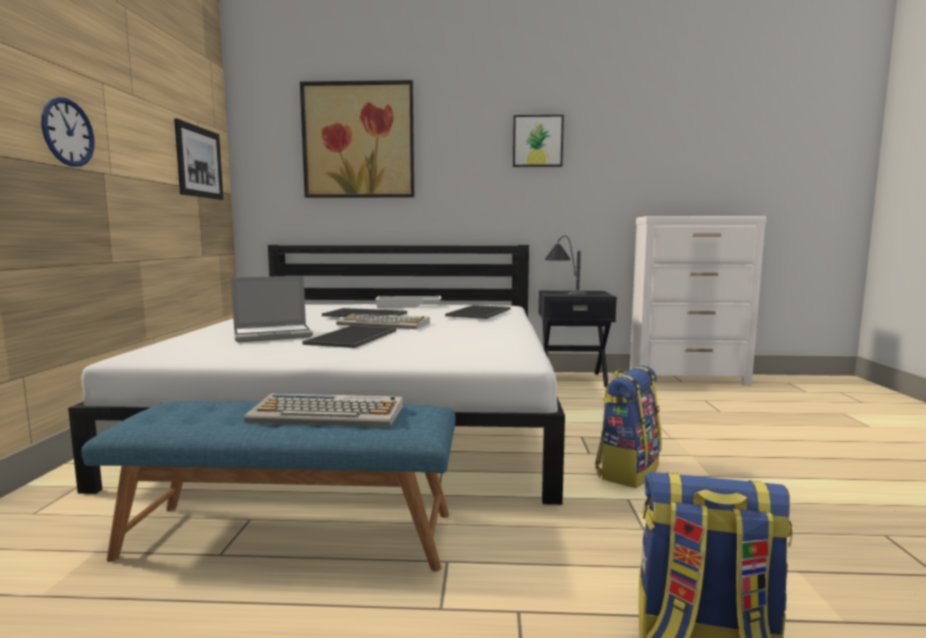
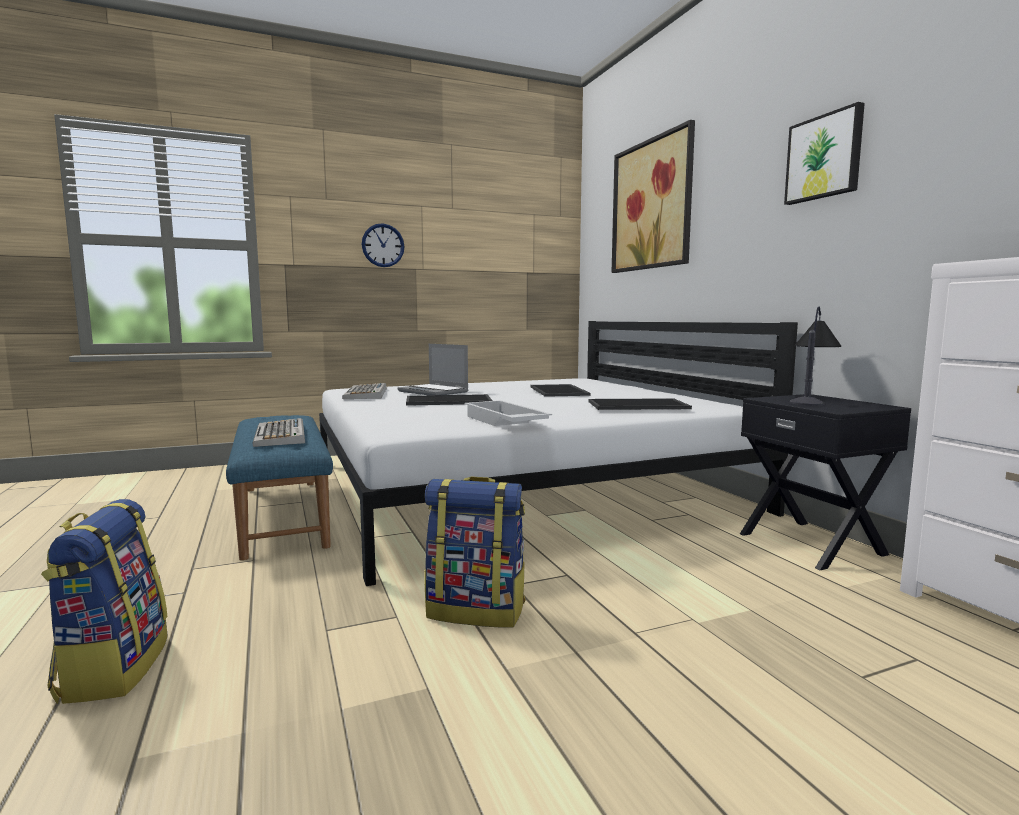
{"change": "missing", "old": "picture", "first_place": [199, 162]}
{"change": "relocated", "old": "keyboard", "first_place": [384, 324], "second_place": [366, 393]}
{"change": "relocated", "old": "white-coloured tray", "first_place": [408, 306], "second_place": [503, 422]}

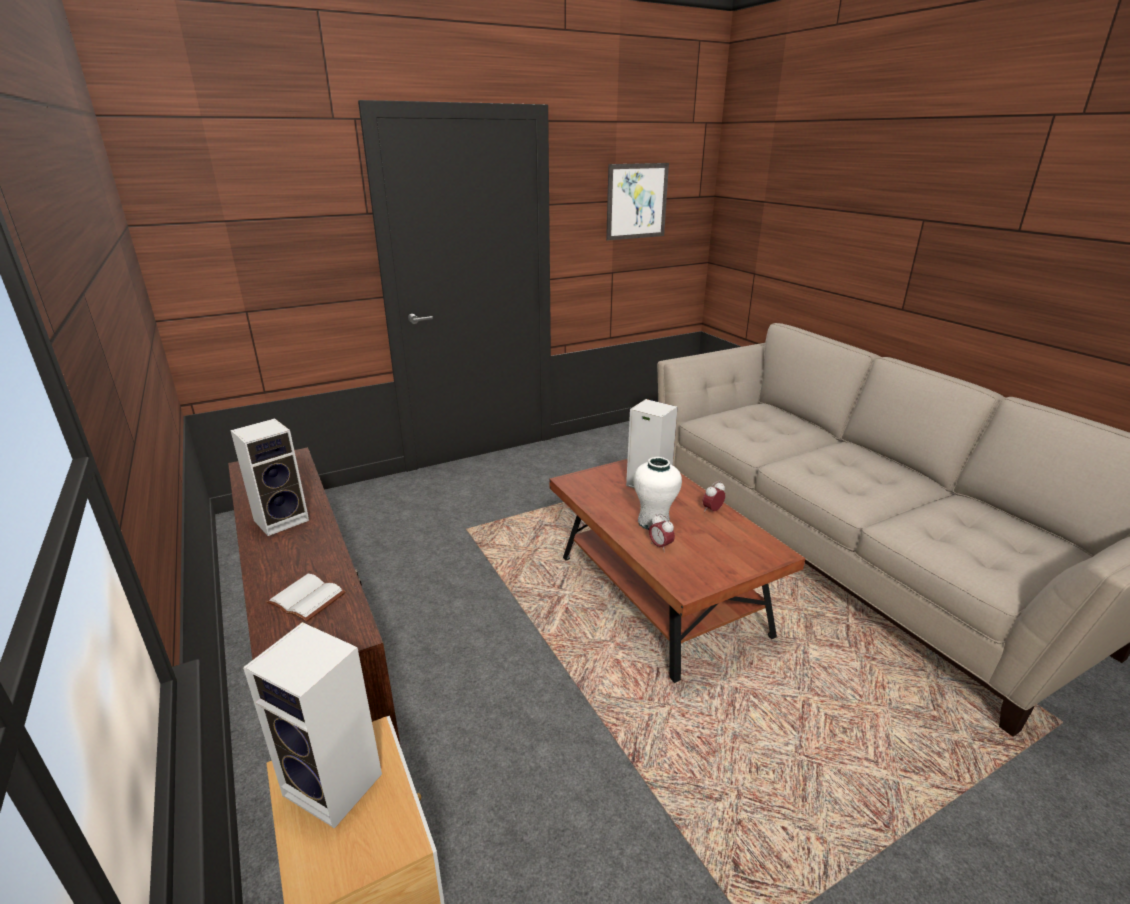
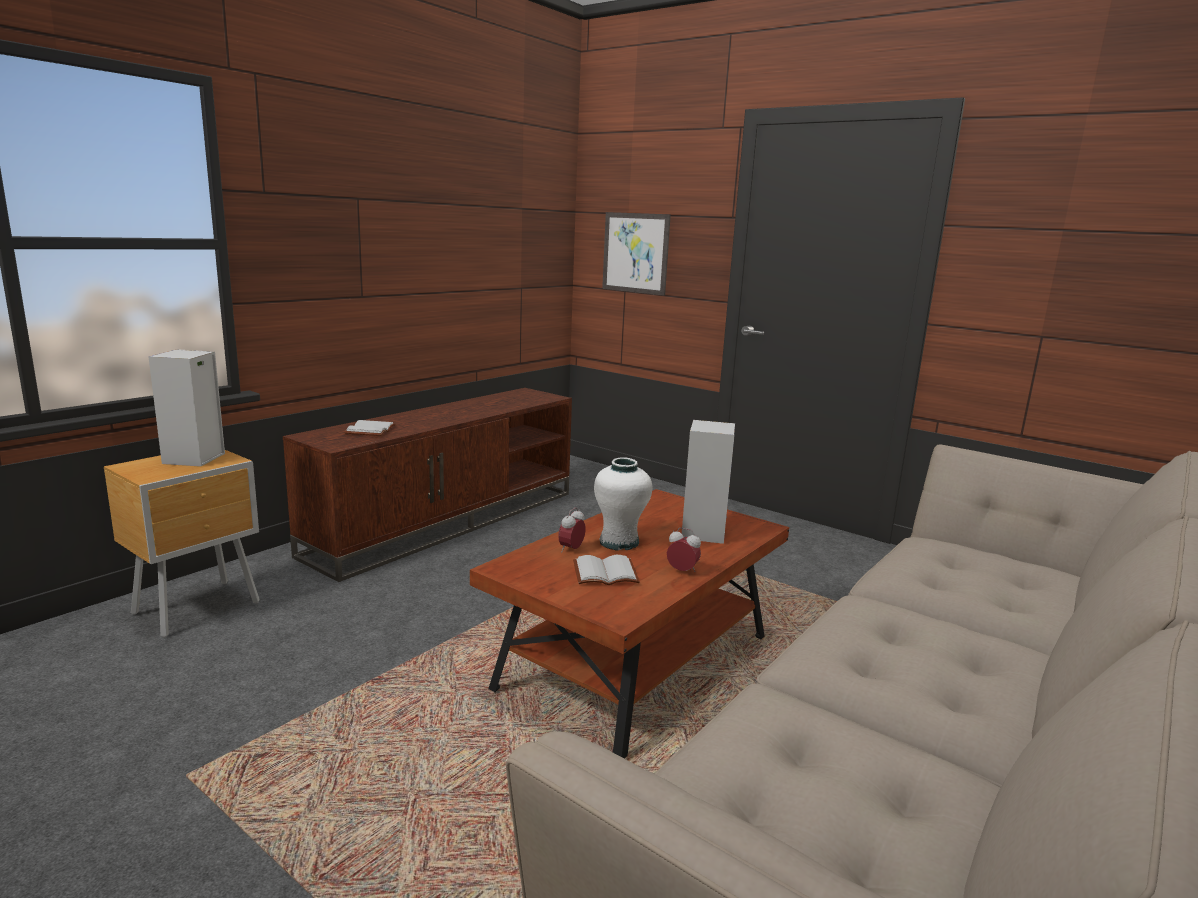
{"change": "missing", "old": "audio speaker", "first_place": [283, 519]}
{"change": "appeared", "new": "white-coloured volume", "second_place": [606, 572]}
{"change": "relocated", "old": "picture", "first_place": [637, 201], "second_place": [635, 253]}

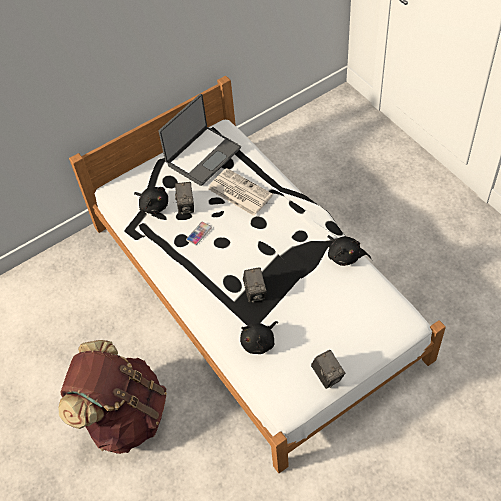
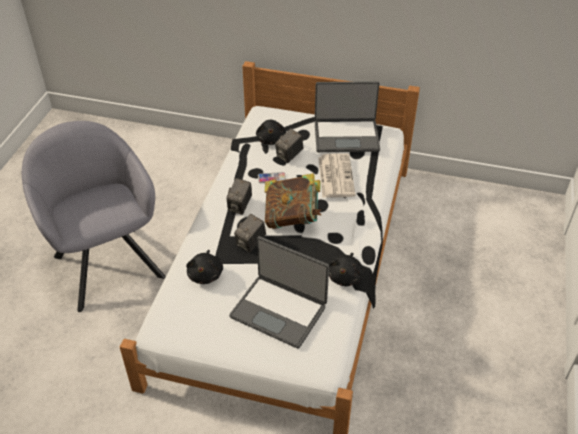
{"change": "appeared", "new": "portable computer", "second_place": [279, 310]}
{"change": "appeared", "new": "volume", "second_place": [292, 218]}
{"change": "relocated", "old": "photo camera", "first_place": [327, 375], "second_place": [240, 206]}
{"change": "exchanged", "old": "brownish backpack", "new": "greyish armchair", "first_place": [124, 415], "second_place": [107, 261]}
{"change": "spun", "old": "blackish soft toy", "first_place": [259, 342], "second_place": [206, 274], "degrees": -90}

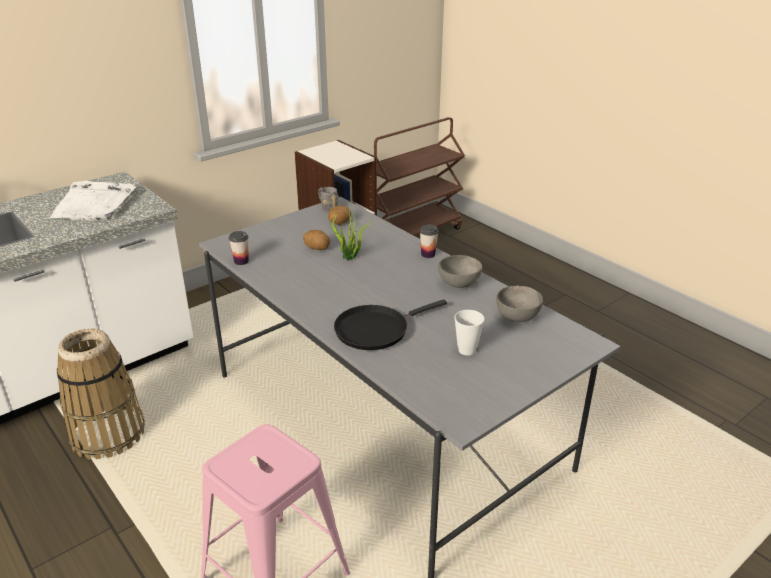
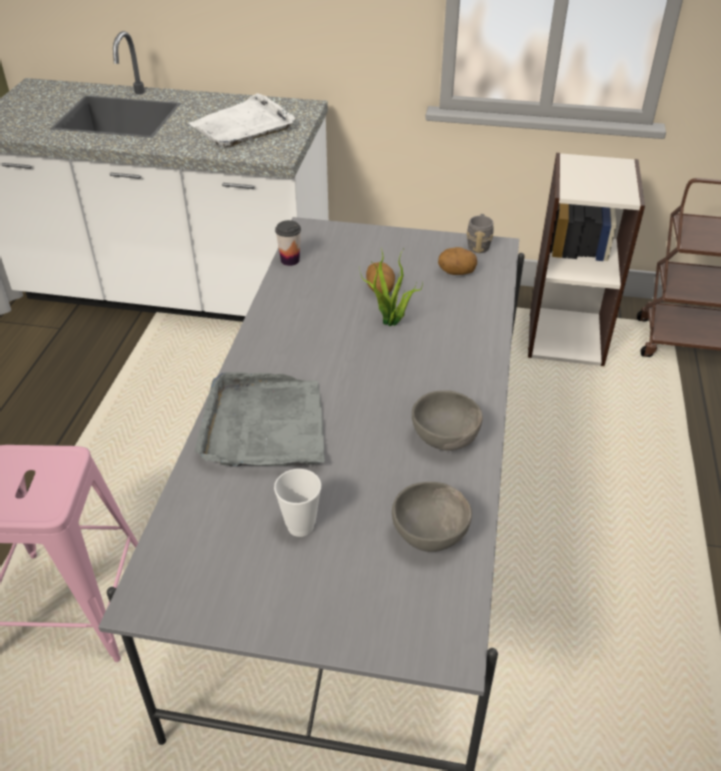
{"change": "missing", "old": "household basket", "first_place": [108, 434]}
{"change": "missing", "old": "small cup", "first_place": [428, 254]}
{"change": "exchanged", "old": "blackish pan", "new": "greyish tray", "first_place": [375, 330], "second_place": [264, 426]}

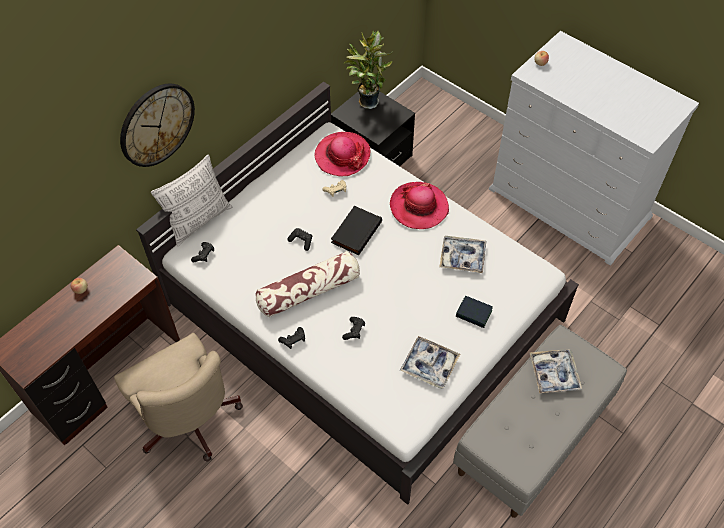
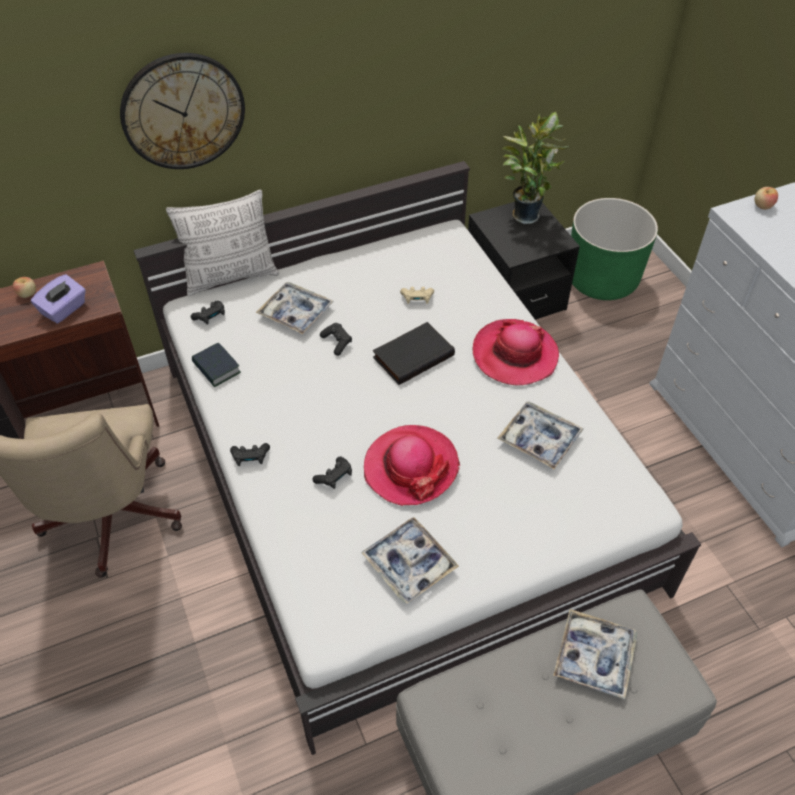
{"change": "missing", "old": "throw pillow", "first_place": [309, 291]}
{"change": "appeared", "new": "purplish tissue box", "second_place": [64, 309]}
{"change": "appeared", "new": "tray", "second_place": [295, 313]}
{"change": "appeared", "new": "green planter", "second_place": [602, 279]}
{"change": "relocated", "old": "wearable hat", "first_place": [342, 155], "second_place": [410, 467]}
{"change": "relocated", "old": "volume", "first_place": [473, 314], "second_place": [216, 368]}

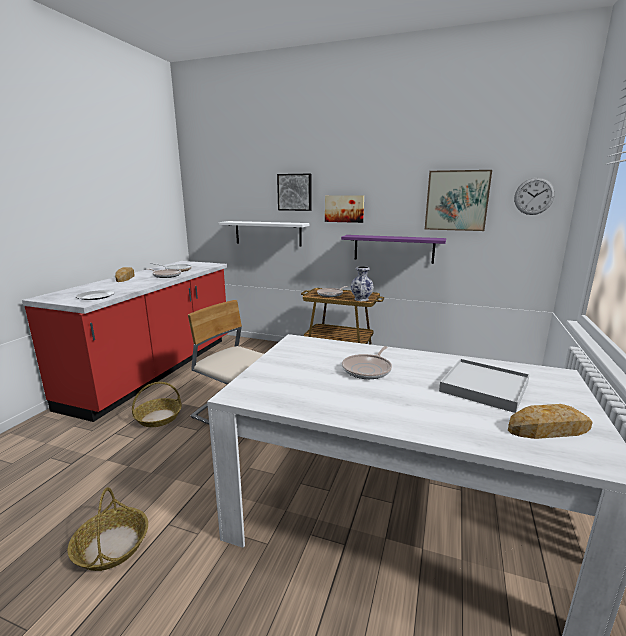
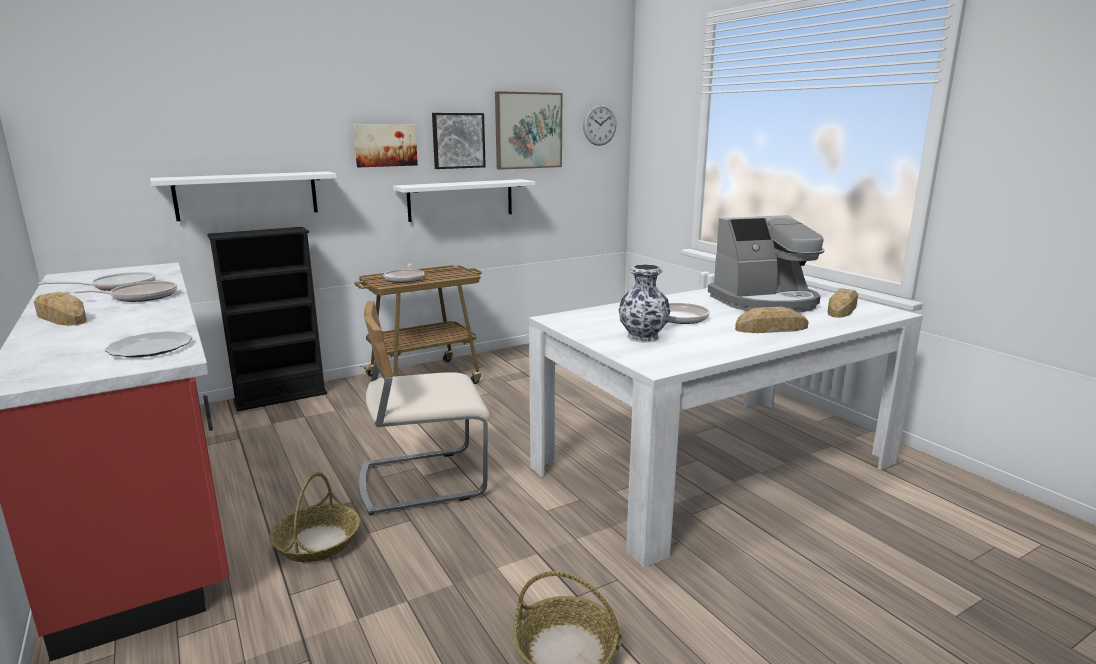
{"change": "appeared", "new": "blackish bookcase", "second_place": [280, 397]}
{"change": "appeared", "new": "baked bread", "second_place": [771, 328]}
{"change": "relocated", "old": "picture", "first_place": [295, 192], "second_place": [458, 140]}
{"change": "relocated", "old": "vase", "first_place": [361, 299], "second_place": [643, 338]}
{"change": "exchanged", "old": "white-coloured tray", "new": "coffee maker", "first_place": [484, 387], "second_place": [765, 301]}
{"change": "colour", "old": "purplish wall shelf", "new": "white-coloured wall shelf", "first_place": [393, 248], "second_place": [461, 200]}

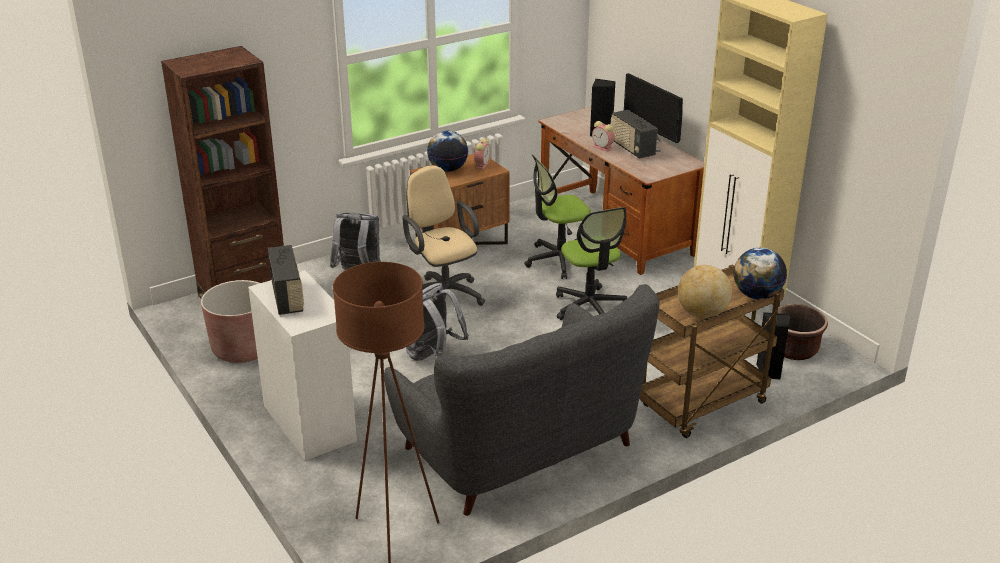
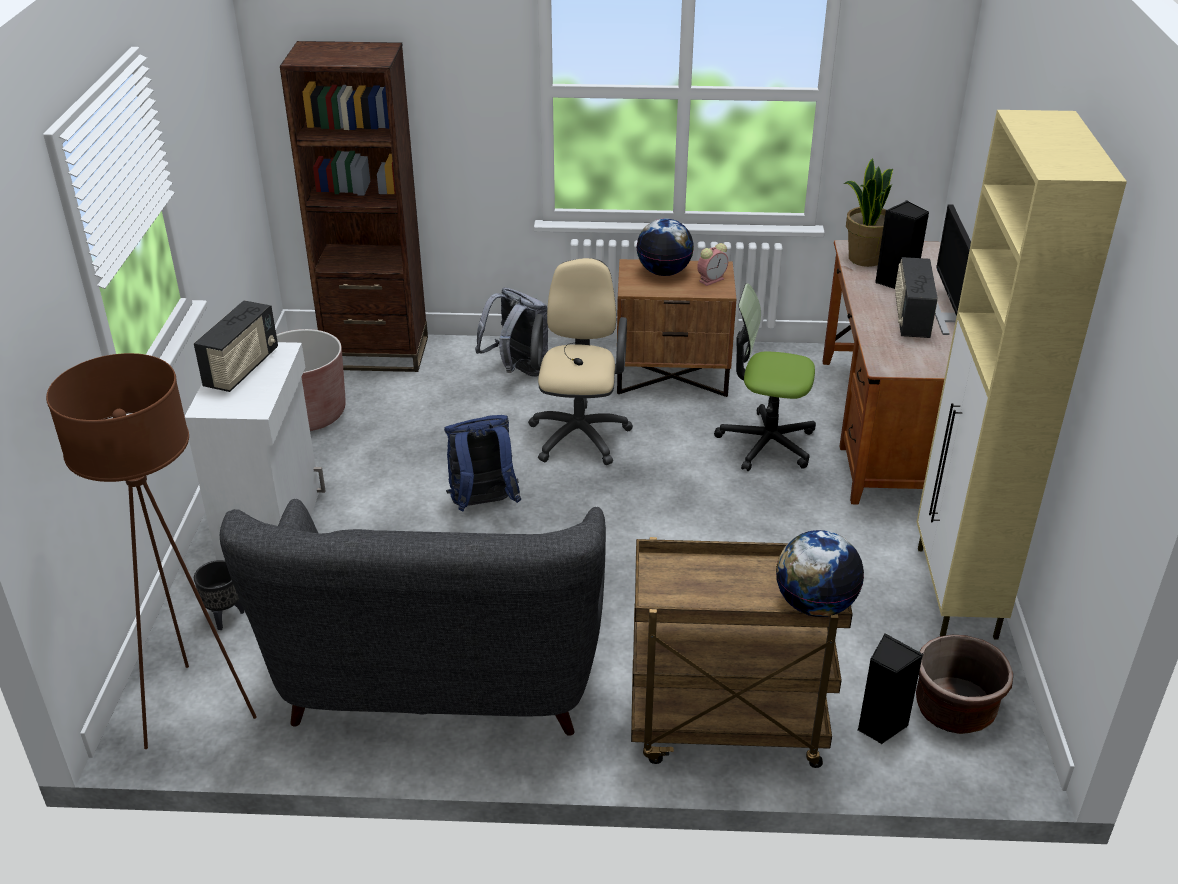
{"change": "missing", "old": "desk chair", "first_place": [590, 307]}
{"change": "missing", "old": "table clock", "first_place": [603, 148]}
{"change": "missing", "old": "desk globe", "first_place": [702, 314]}
{"change": "appeared", "new": "blackish planter", "second_place": [225, 616]}
{"change": "appeared", "new": "plant in a pot", "second_place": [864, 258]}
{"change": "colour", "old": "greyish backpack", "new": "blue-coloured backpack", "first_place": [433, 355], "second_place": [483, 505]}

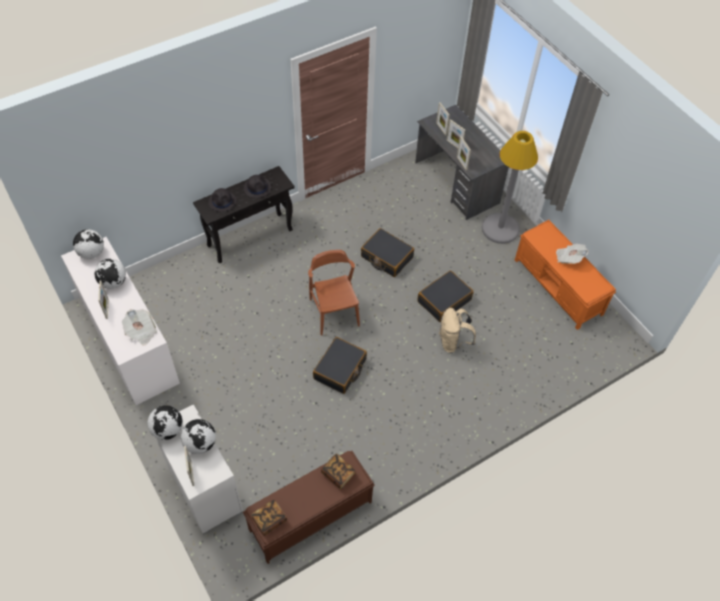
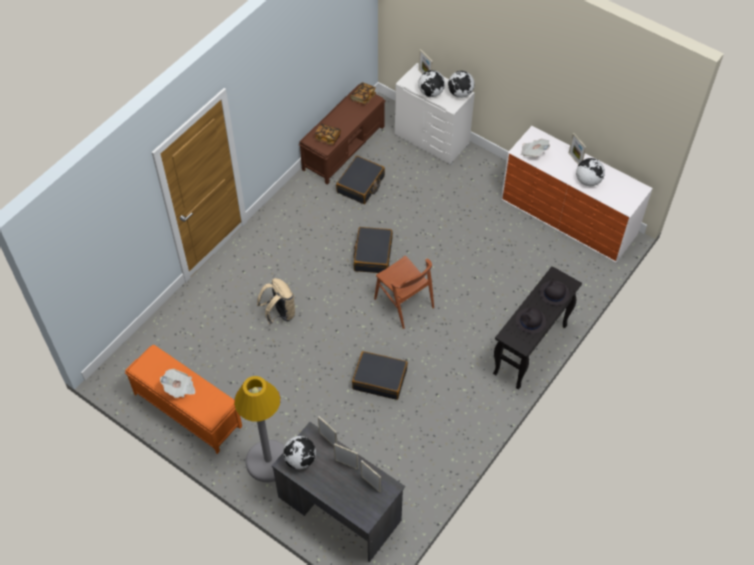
{"change": "relocated", "old": "desk globe", "first_place": [91, 253], "second_place": [300, 459]}
{"change": "relocated", "old": "blackish suitcase", "first_place": [444, 300], "second_place": [361, 185]}

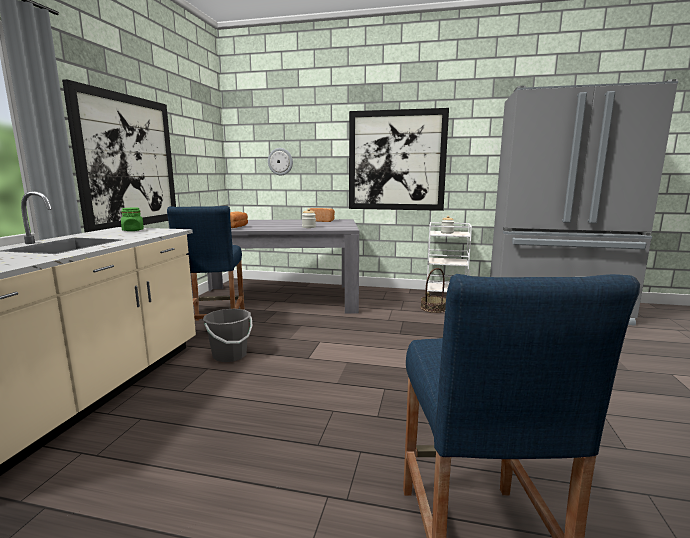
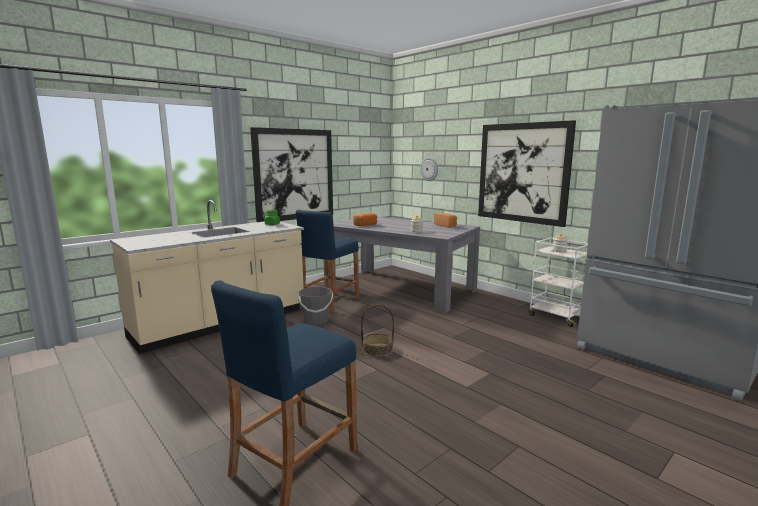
{"change": "relocated", "old": "household basket", "first_place": [434, 308], "second_place": [377, 349]}

